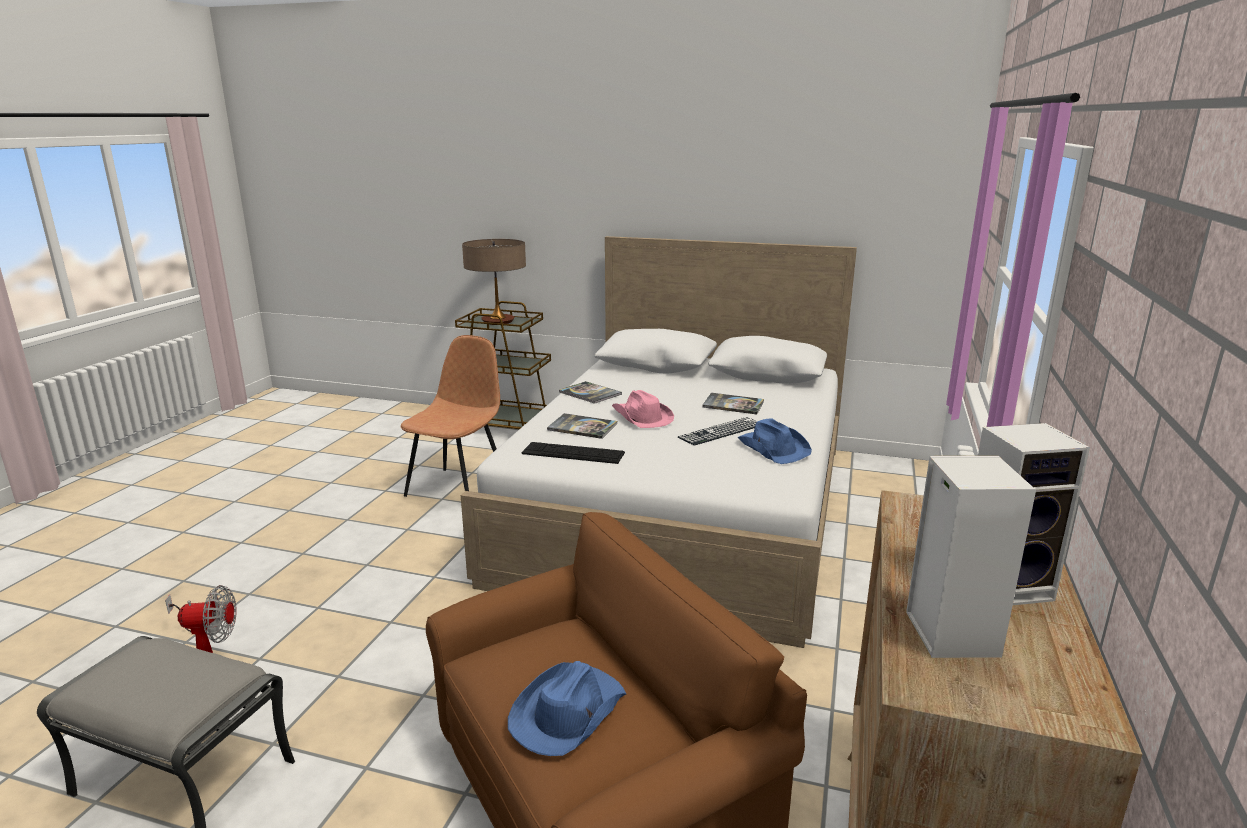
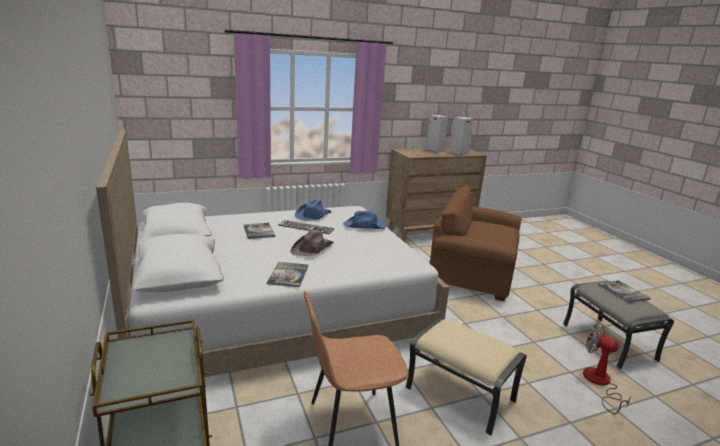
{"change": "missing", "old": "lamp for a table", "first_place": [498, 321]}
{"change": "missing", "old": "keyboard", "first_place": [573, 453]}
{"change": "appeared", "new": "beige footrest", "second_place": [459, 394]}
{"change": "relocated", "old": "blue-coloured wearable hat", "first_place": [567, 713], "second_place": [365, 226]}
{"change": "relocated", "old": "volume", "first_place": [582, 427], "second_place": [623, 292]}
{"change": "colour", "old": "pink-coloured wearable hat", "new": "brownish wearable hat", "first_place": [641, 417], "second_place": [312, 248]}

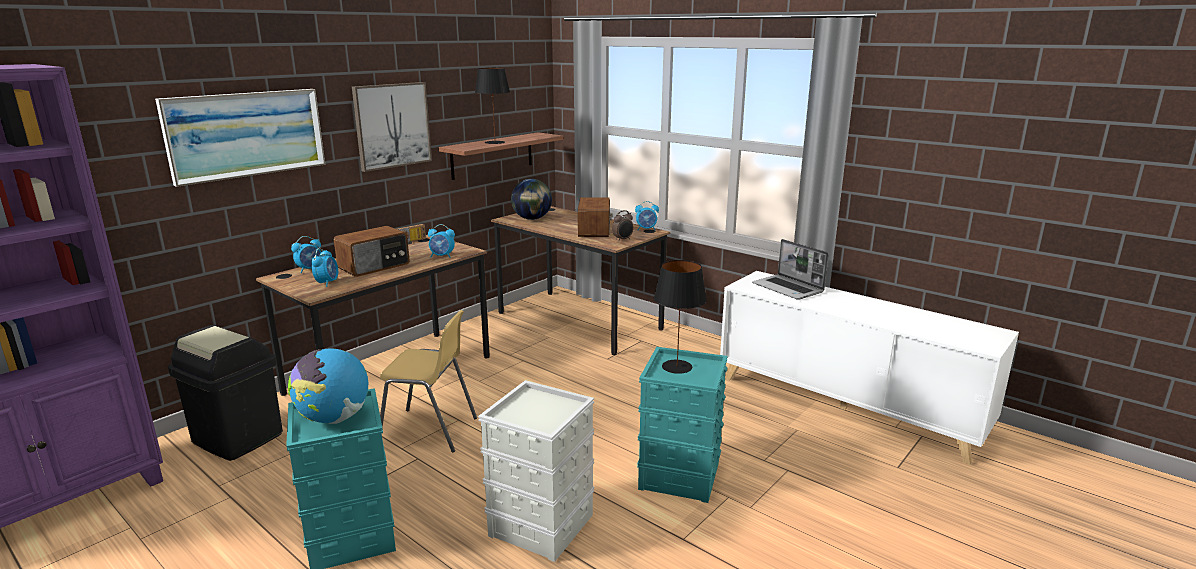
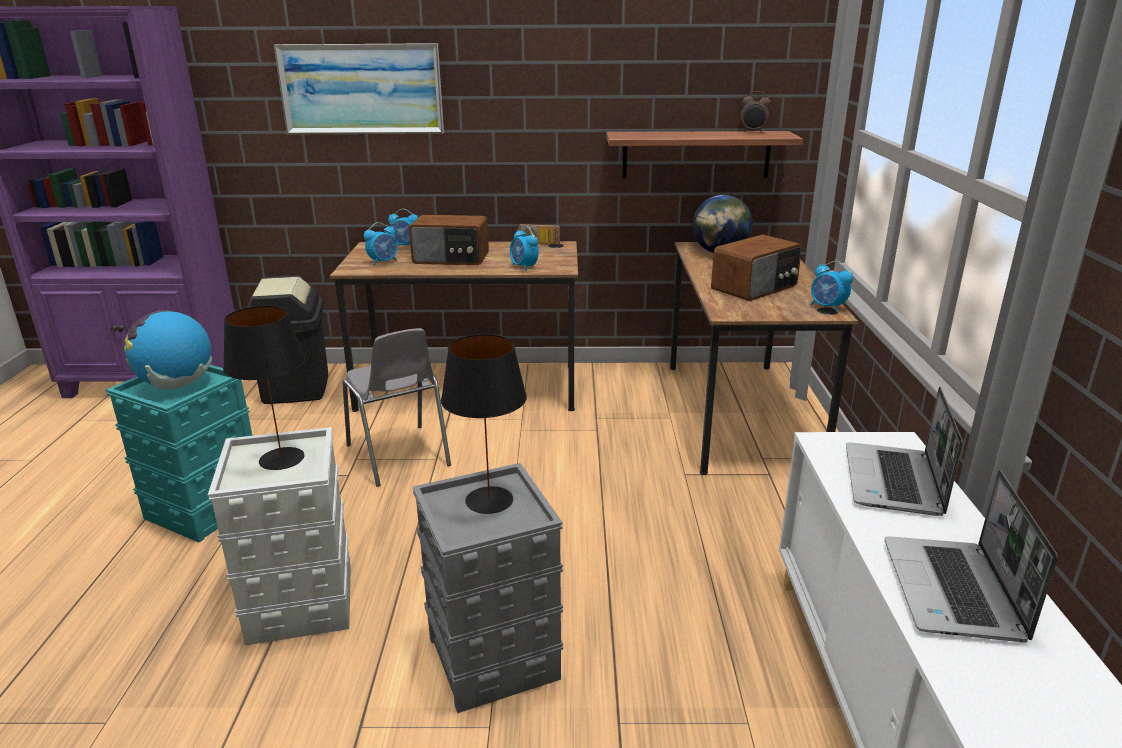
{"change": "missing", "old": "picture", "first_place": [392, 125]}
{"change": "appeared", "new": "portable computer", "second_place": [954, 591]}
{"change": "relocated", "old": "blackish lamp for a table", "first_place": [495, 142], "second_place": [281, 459]}
{"change": "relocated", "old": "table clock", "first_place": [623, 239], "second_place": [753, 132]}
{"change": "colour", "old": "yellowish upright chair", "new": "greyish upright chair", "first_place": [429, 431], "second_place": [399, 456]}
{"change": "colour", "old": "turquoise-coloured storage container", "new": "greyish storage container", "first_place": [680, 475], "second_place": [495, 658]}

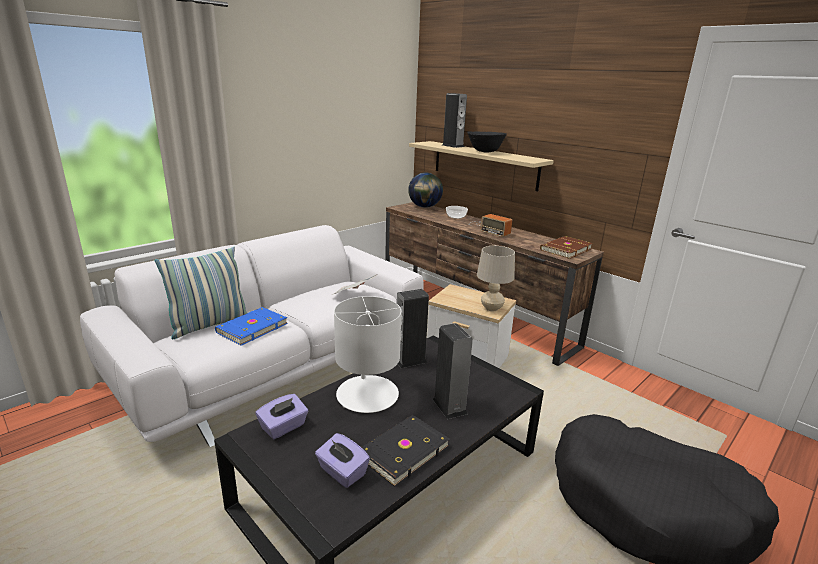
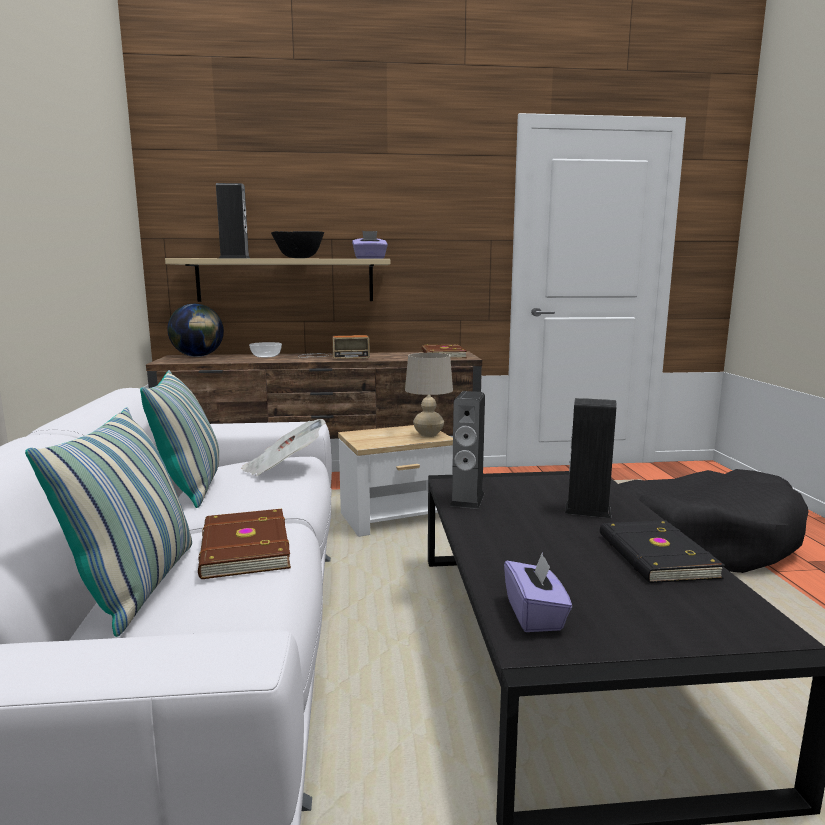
{"change": "missing", "old": "white-coloured lamp for a table", "first_place": [367, 394]}
{"change": "appeared", "new": "throw pillow", "second_place": [191, 487]}
{"change": "relocated", "old": "purplish tissue box", "first_place": [342, 472], "second_place": [370, 258]}
{"change": "colour", "old": "blue-coloured volume", "new": "brownish volume", "first_place": [251, 328], "second_place": [242, 548]}

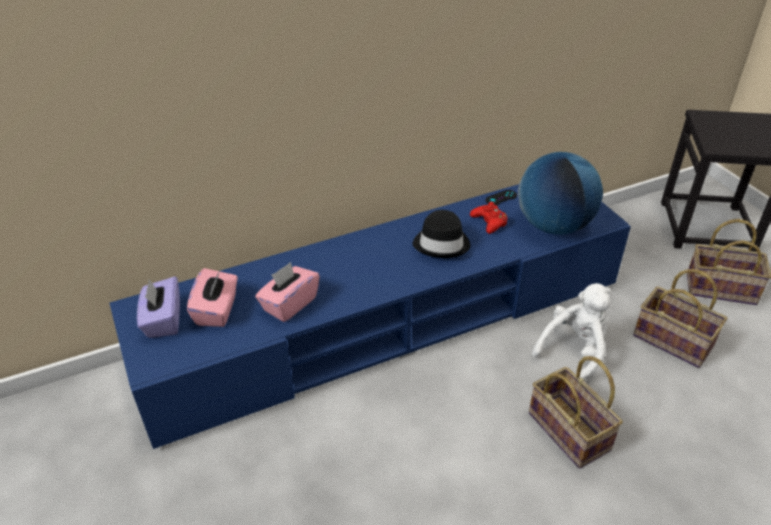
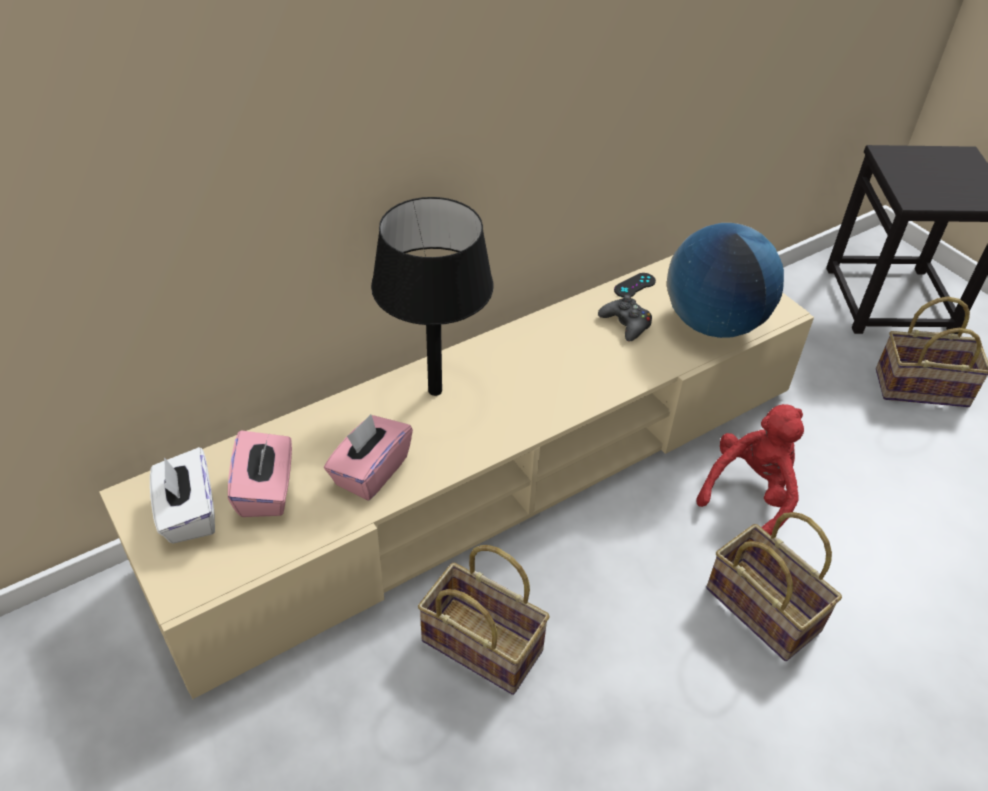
{"change": "missing", "old": "blackish wearable hat", "first_place": [442, 243]}
{"change": "appeared", "new": "blackish lamp for a table", "second_place": [435, 391]}
{"change": "relocated", "old": "household basket", "first_place": [675, 341], "second_place": [486, 645]}
{"change": "colour", "old": "blue-coloured tv unit", "new": "beige tv unit", "first_place": [387, 322], "second_place": [492, 473]}
{"change": "colour", "old": "purplish tissue box", "new": "white-coloured tissue box", "first_place": [163, 320], "second_place": [188, 513]}
{"change": "colour", "old": "red-coloured joypad", "new": "blackish joypad", "first_place": [489, 222], "second_place": [626, 324]}
{"change": "colour", "old": "white-coloured soft toy", "new": "red-coloured soft toy", "first_place": [574, 351], "second_place": [750, 493]}

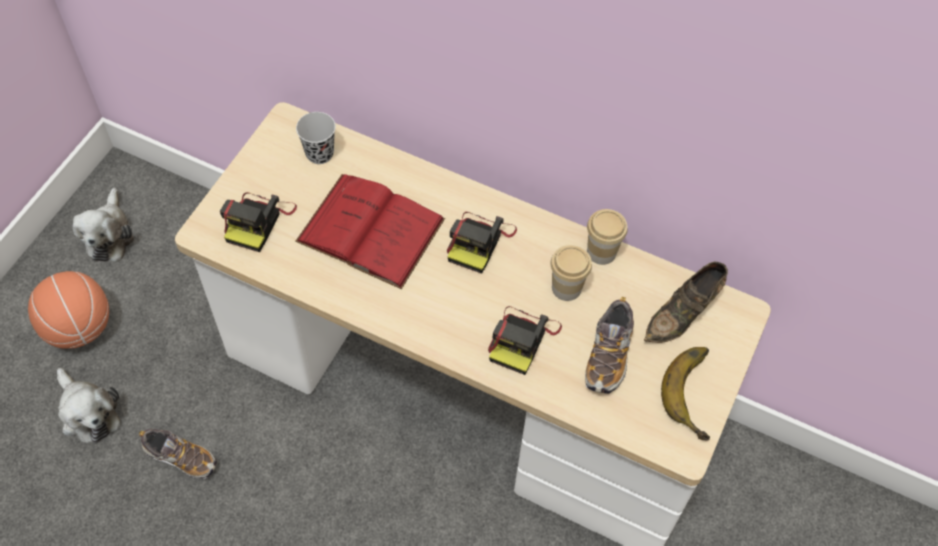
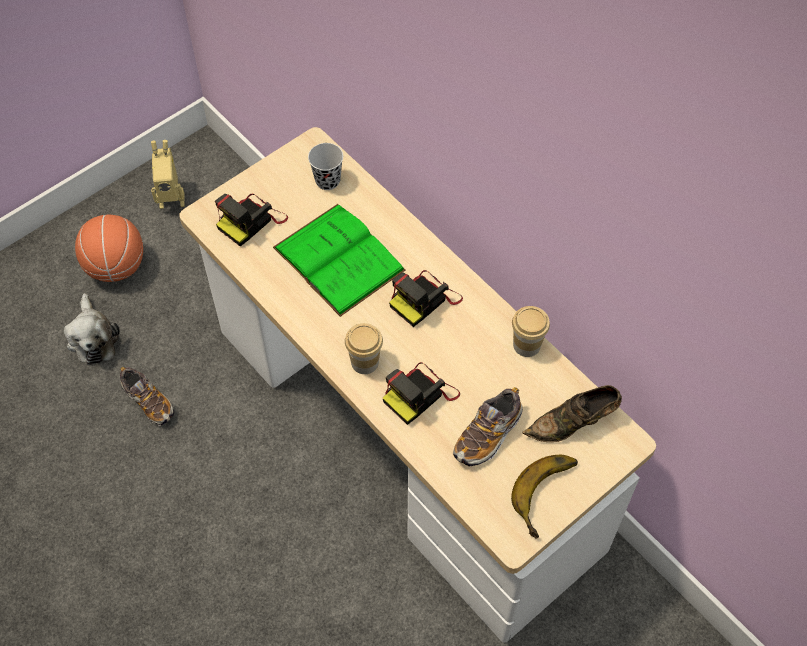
{"change": "relocated", "old": "small cup", "first_place": [566, 288], "second_place": [365, 362]}
{"change": "exchanged", "old": "soft toy", "new": "model robot", "first_place": [109, 235], "second_place": [172, 198]}
{"change": "colour", "old": "red-coloured volume", "new": "green volume", "first_place": [370, 230], "second_place": [338, 259]}

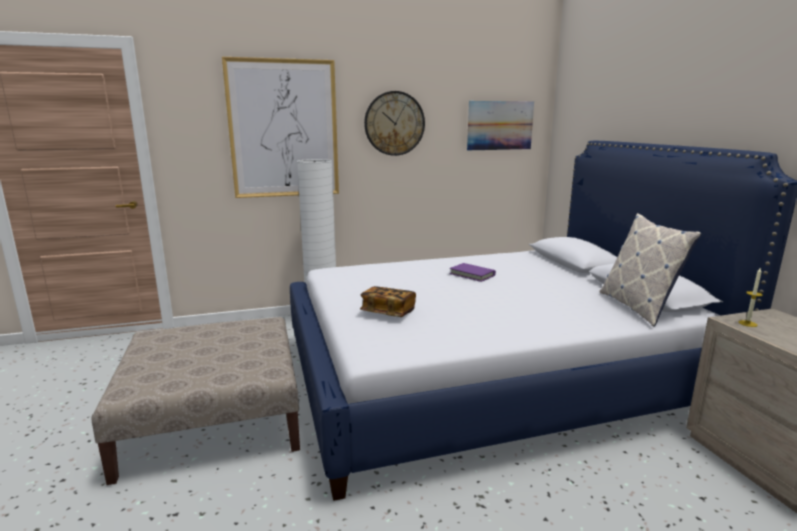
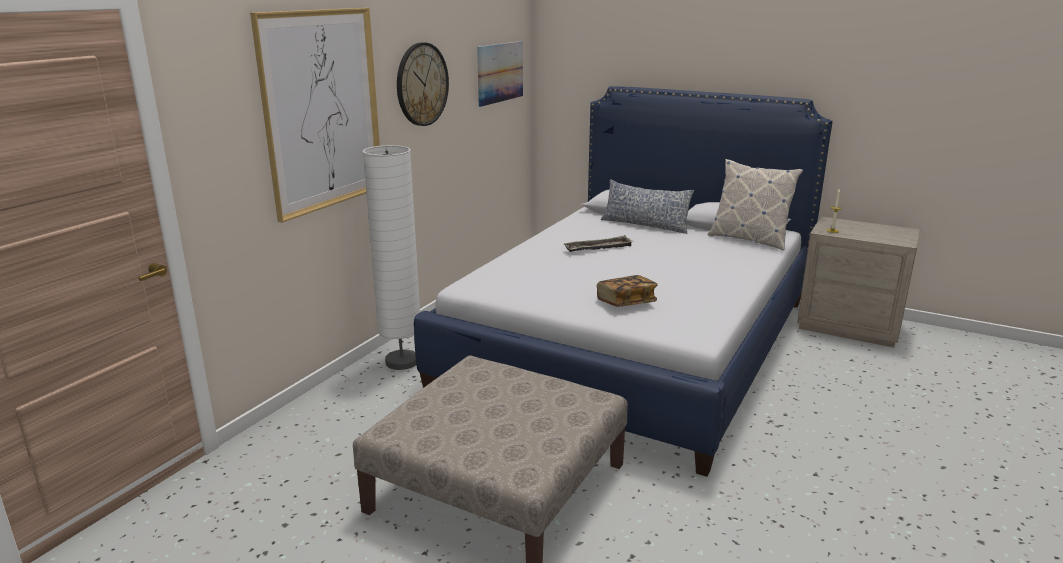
{"change": "appeared", "new": "throw pillow", "second_place": [645, 225]}
{"change": "exchanged", "old": "purplish volume", "new": "tray", "first_place": [472, 274], "second_place": [598, 248]}

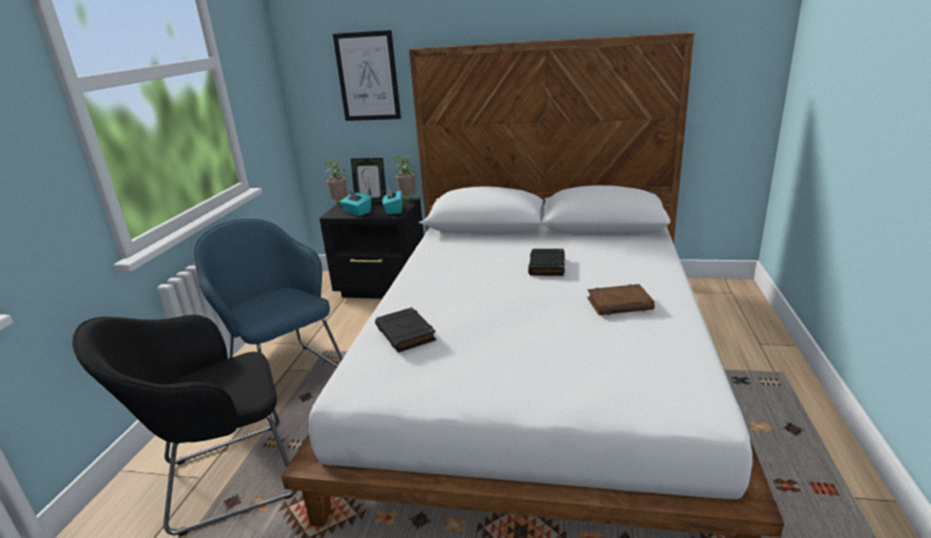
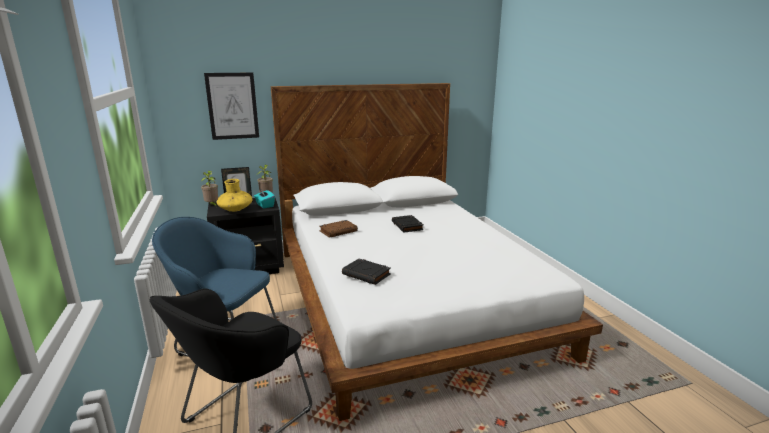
{"change": "relocated", "old": "brownish volume", "first_place": [620, 304], "second_place": [338, 231]}
{"change": "exchanged", "old": "turquoise-coloured tissue box", "new": "yellowish vase", "first_place": [357, 212], "second_place": [235, 209]}

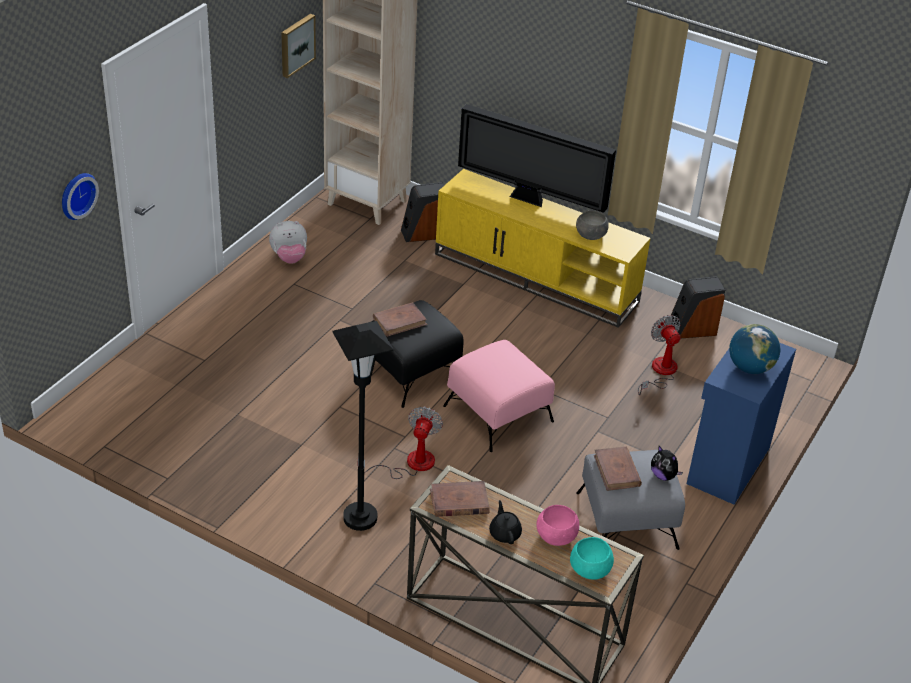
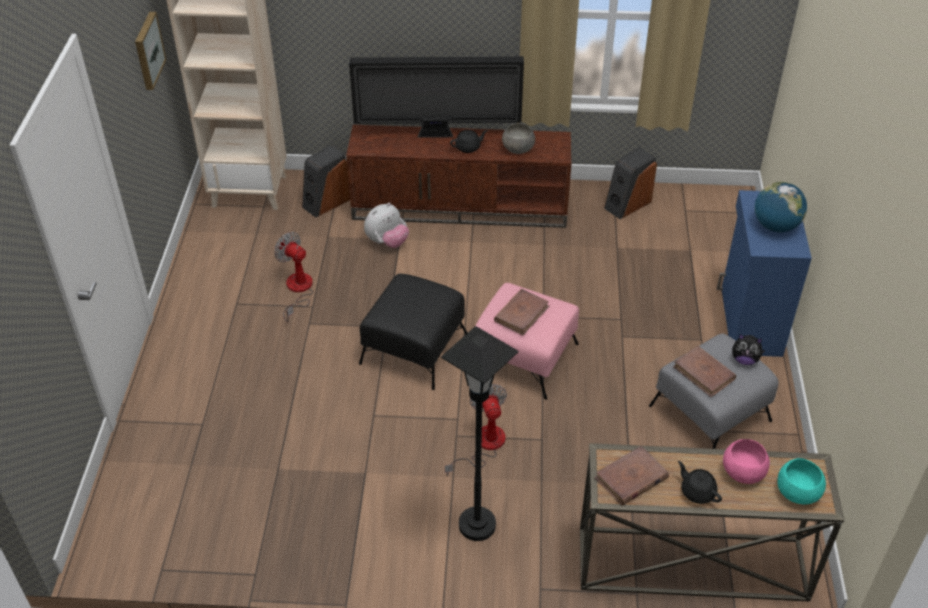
{"change": "missing", "old": "hanging clock", "first_place": [76, 195]}
{"change": "appeared", "new": "blackish tea pot", "second_place": [468, 147]}
{"change": "relocated", "old": "soft toy", "first_place": [289, 258], "second_place": [387, 242]}
{"change": "relocated", "old": "brownish volume", "first_place": [400, 321], "second_place": [521, 314]}
{"change": "relocated", "old": "cooling fan", "first_place": [660, 372], "second_place": [297, 290]}
{"change": "colour", "old": "yellowish tv unit", "new": "brownish tv unit", "first_place": [537, 277], "second_place": [461, 207]}

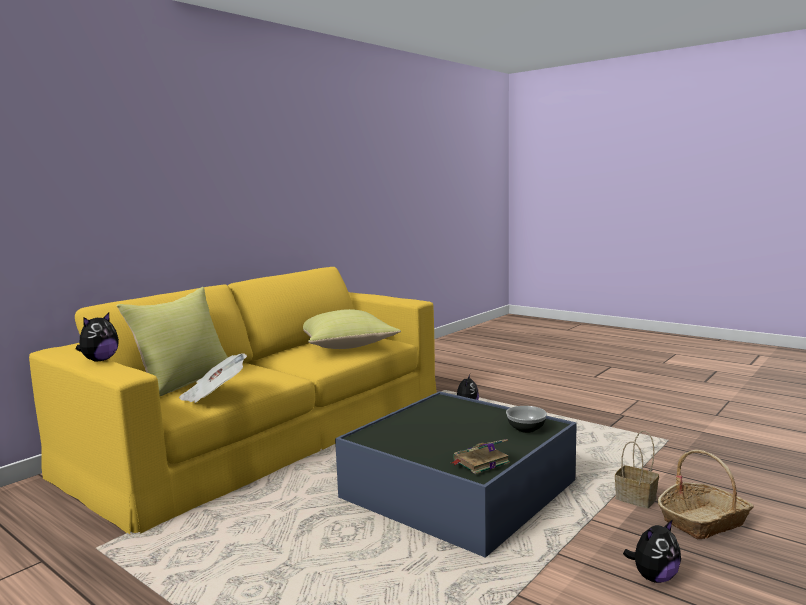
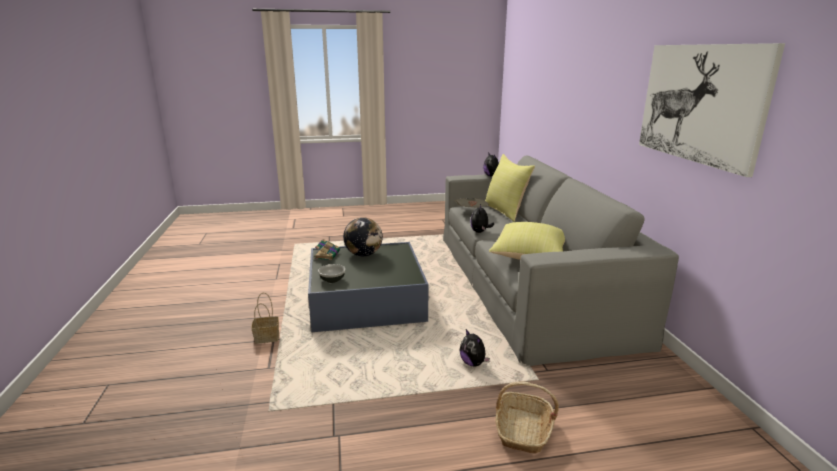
{"change": "appeared", "new": "desk globe", "second_place": [363, 254]}
{"change": "appeared", "new": "picture", "second_place": [700, 103]}
{"change": "relocated", "old": "soft toy", "first_place": [653, 577], "second_place": [480, 232]}
{"change": "relocated", "old": "household basket", "first_place": [703, 521], "second_place": [523, 430]}
{"change": "colour", "old": "yellowish settee", "new": "greyish settee", "first_place": [267, 431], "second_place": [528, 282]}

